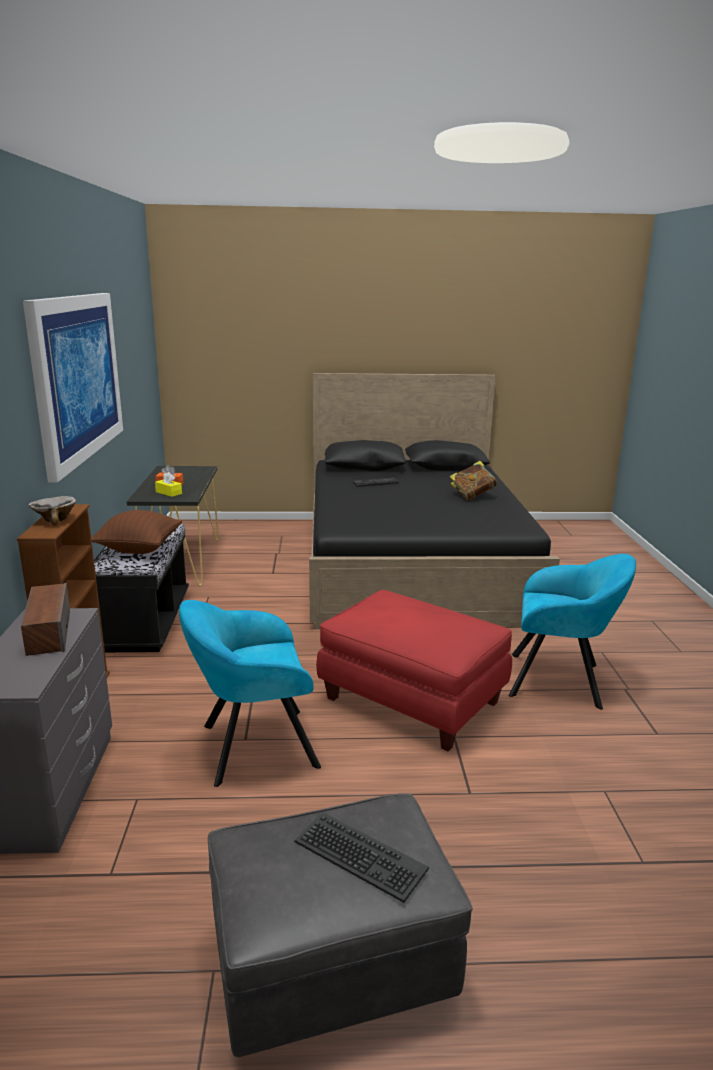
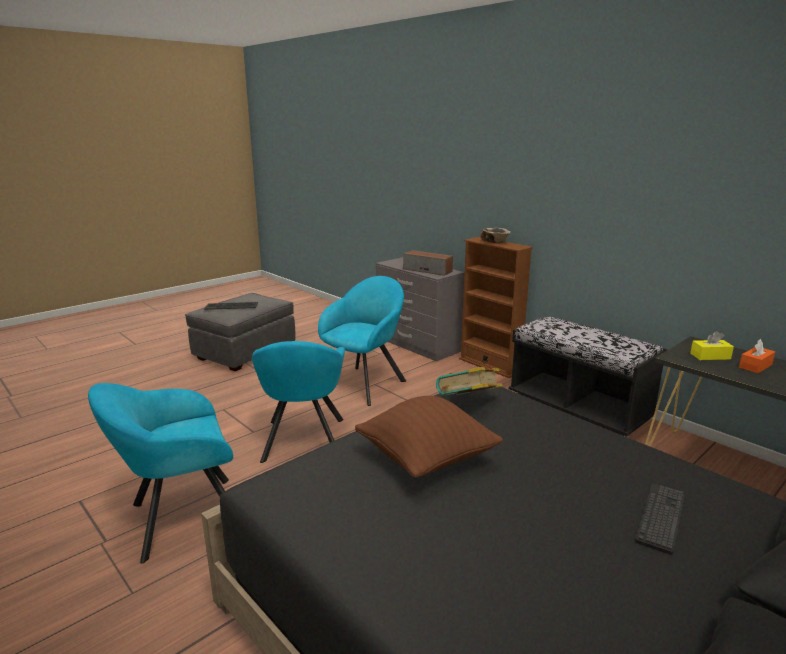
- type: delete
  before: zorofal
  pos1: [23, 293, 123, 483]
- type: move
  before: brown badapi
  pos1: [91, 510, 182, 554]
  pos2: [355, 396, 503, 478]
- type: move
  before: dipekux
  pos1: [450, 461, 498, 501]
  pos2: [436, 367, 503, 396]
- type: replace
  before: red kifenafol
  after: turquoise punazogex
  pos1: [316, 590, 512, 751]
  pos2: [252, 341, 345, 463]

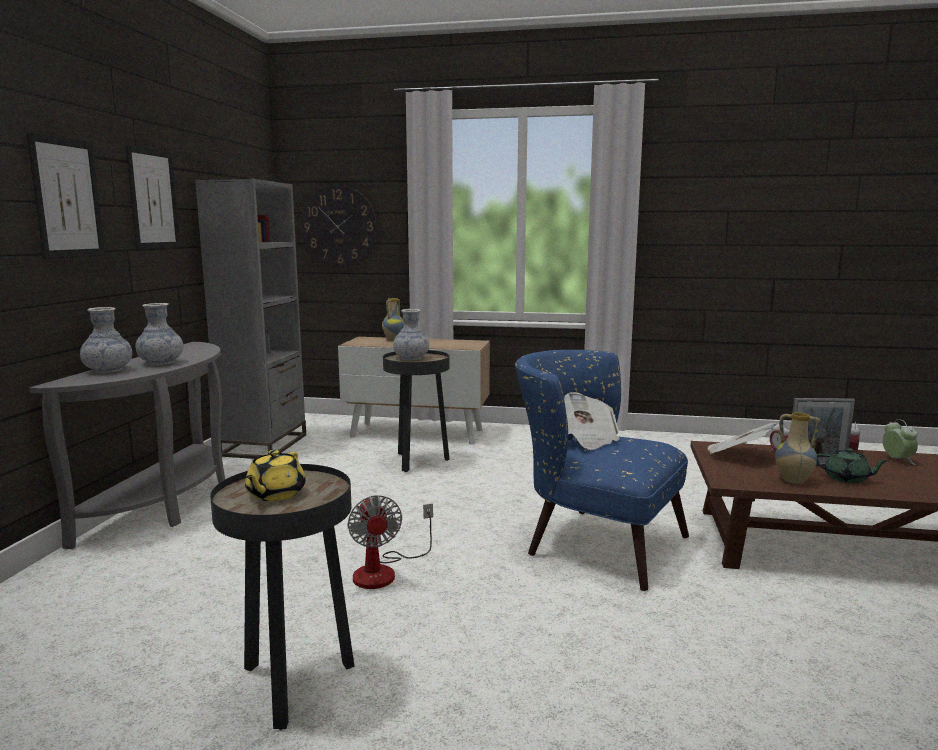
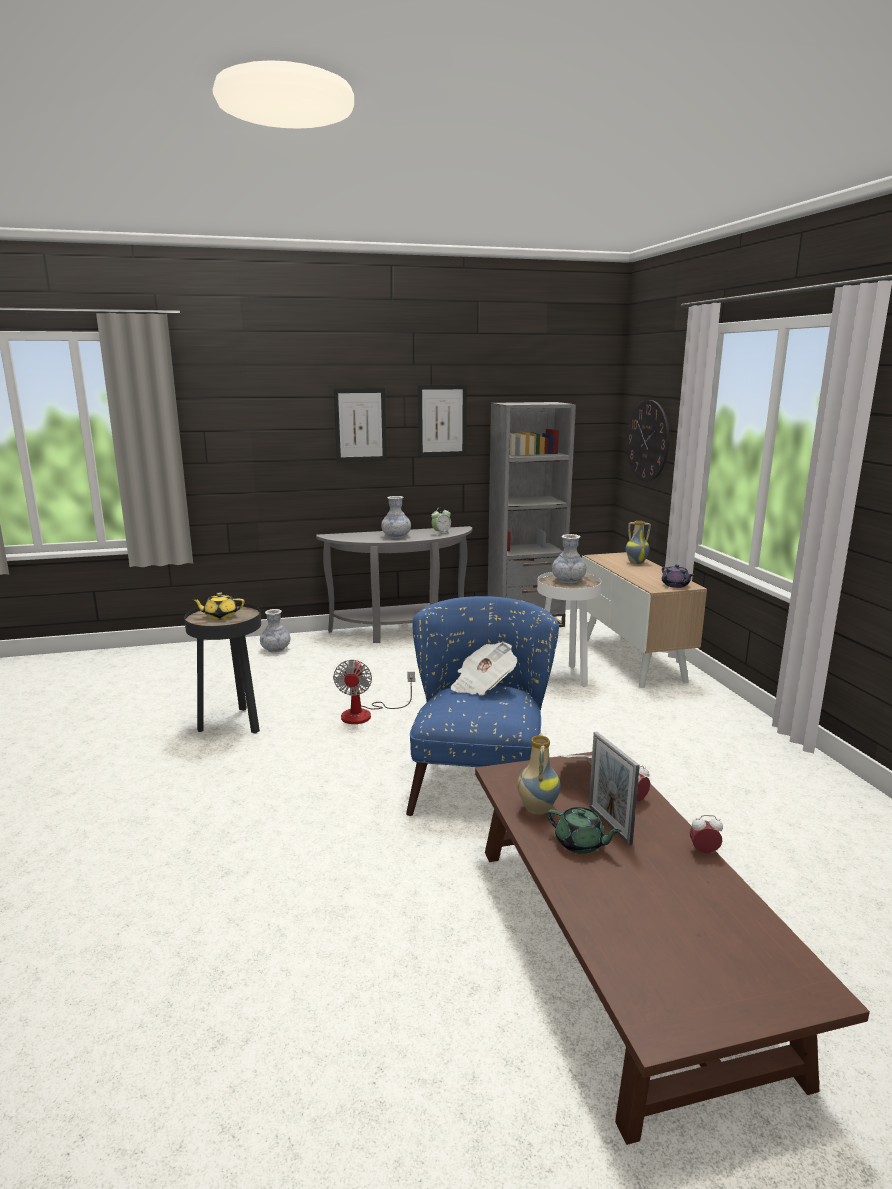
- type: insert
  after: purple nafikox
  pos2: [662, 564, 693, 588]
- type: move
  before: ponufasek
  pos1: [80, 307, 132, 373]
  pos2: [260, 609, 290, 653]
- type: move
  before: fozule
  pos1: [883, 419, 918, 465]
  pos2: [431, 507, 451, 536]
- type: recolor
  before: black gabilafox
  after: white gabilafox
  pos1: [383, 350, 450, 472]
  pos2: [537, 572, 601, 687]
- type: rotate
  before: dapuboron
  pos1: [347, 495, 433, 589]
  pos2: [333, 660, 415, 724]
  turn: -45
- type: rotate
  before: green nafikox
  pos1: [817, 448, 889, 483]
  pos2: [547, 807, 622, 854]
  turn: -60

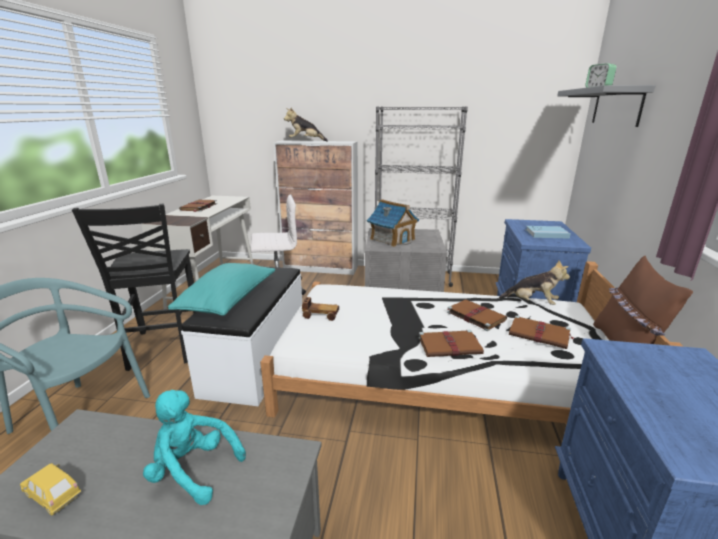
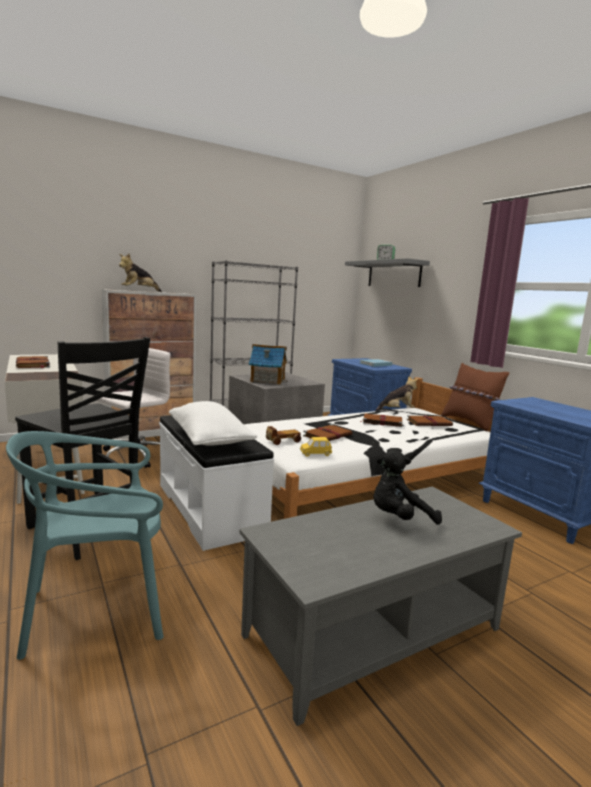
- type: move
  before: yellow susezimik
  pos1: [20, 463, 82, 516]
  pos2: [300, 437, 332, 457]
- type: move
  before: brown dipekux
  pos1: [419, 330, 484, 357]
  pos2: [303, 424, 352, 441]
- type: recolor
  before: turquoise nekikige
  after: black nekikige
  pos1: [143, 390, 246, 505]
  pos2: [373, 449, 442, 524]
- type: recolor
  before: turquoise badapi
  after: white badapi
  pos1: [168, 263, 275, 316]
  pos2: [169, 401, 258, 446]

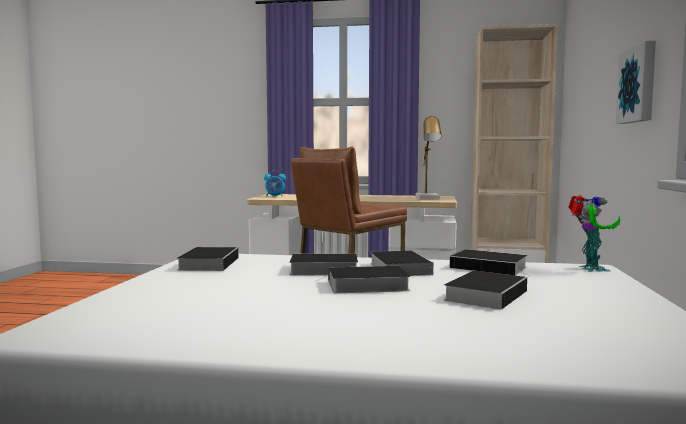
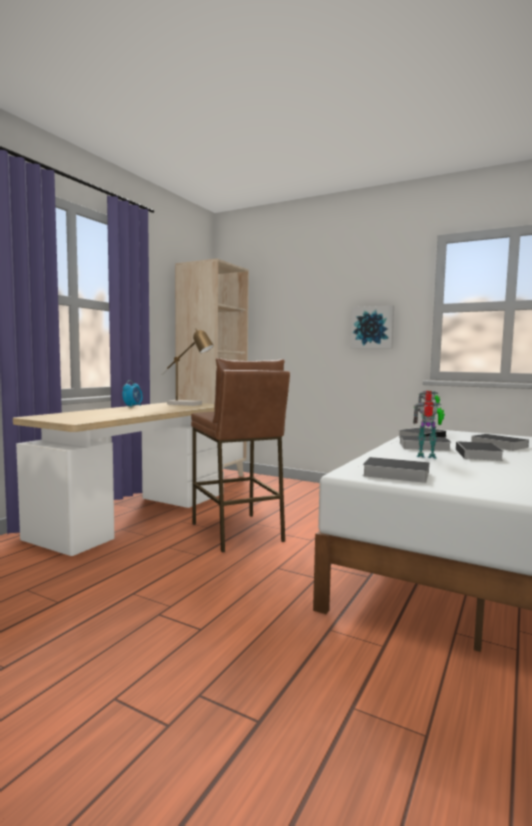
- type: move
  before: fozule
  pos1: [264, 170, 286, 197]
  pos2: [122, 380, 143, 407]
- type: replace
  before: dipekux
  after: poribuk
  pos1: [289, 254, 358, 275]
  pos2: [413, 401, 445, 459]

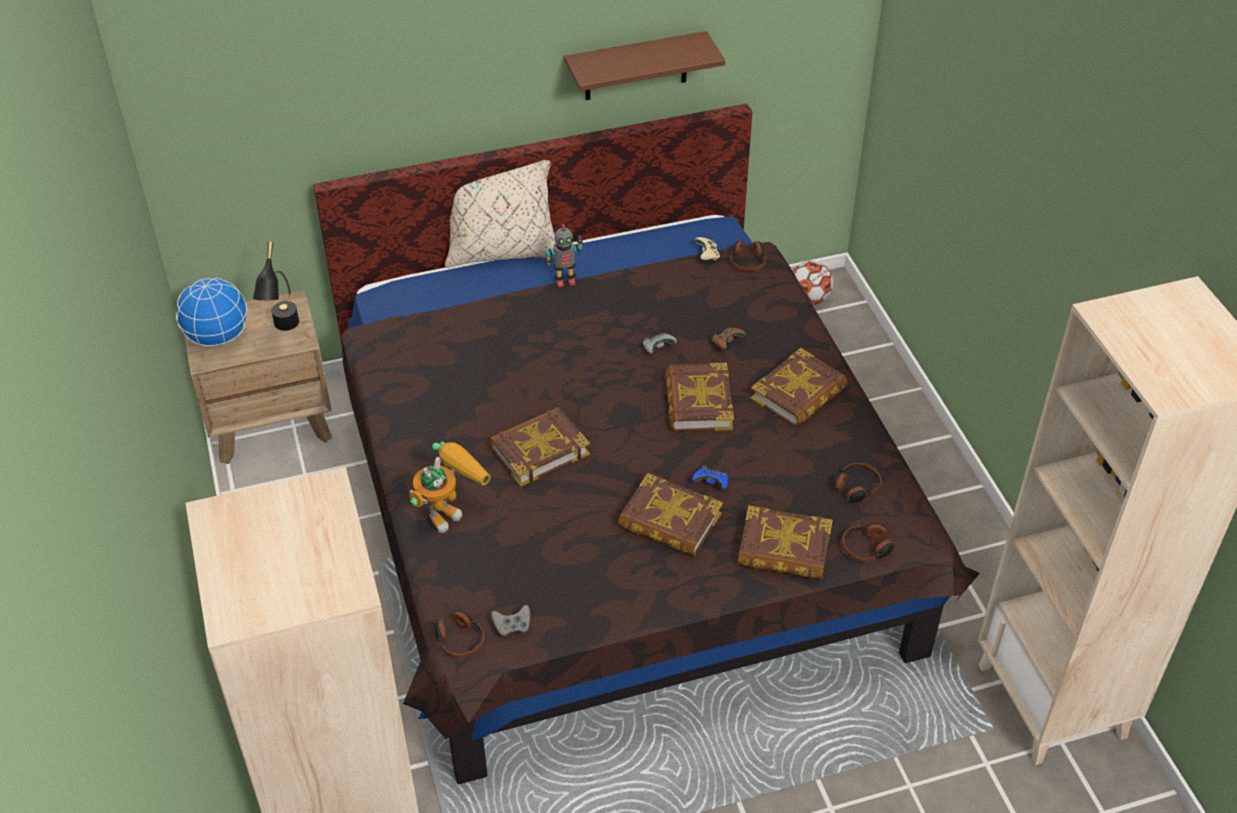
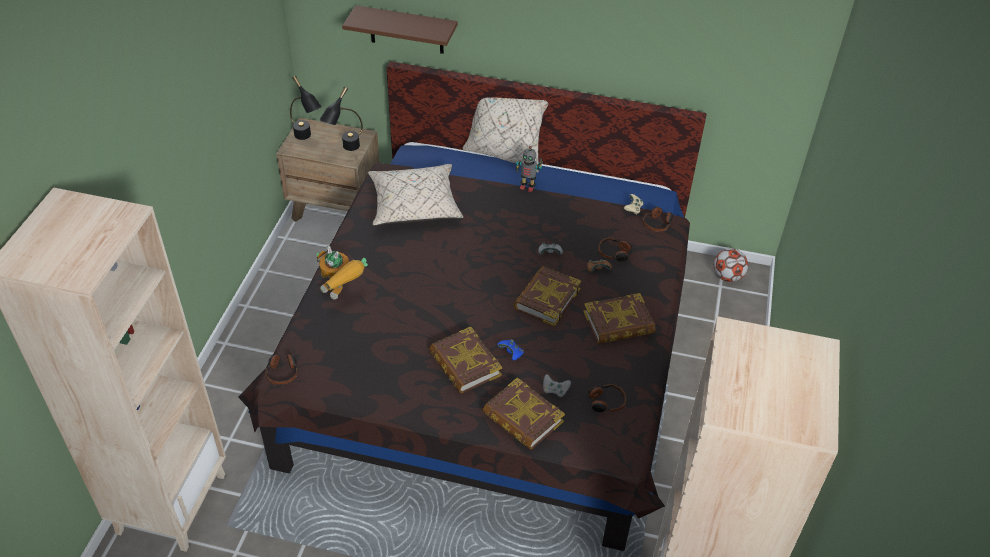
- type: delete
  before: dipekux
  pos1: [488, 407, 590, 487]
- type: insert
  after: beige badapi
  pos2: [368, 164, 463, 226]
- type: move
  before: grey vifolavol
  pos1: [491, 605, 530, 636]
  pos2: [543, 374, 571, 397]
- type: move
  before: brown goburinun
  pos1: [564, 31, 725, 100]
  pos2: [342, 5, 458, 54]
- type: move
  before: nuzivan
  pos1: [842, 523, 897, 561]
  pos2: [598, 238, 633, 262]
- type: replace
  before: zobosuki
  after: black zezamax
  pos1: [176, 278, 247, 347]
  pos2: [290, 76, 322, 140]
- type: rotate
  before: poribuk
  pos1: [409, 441, 491, 533]
  pos2: [316, 245, 368, 300]
  turn: 60

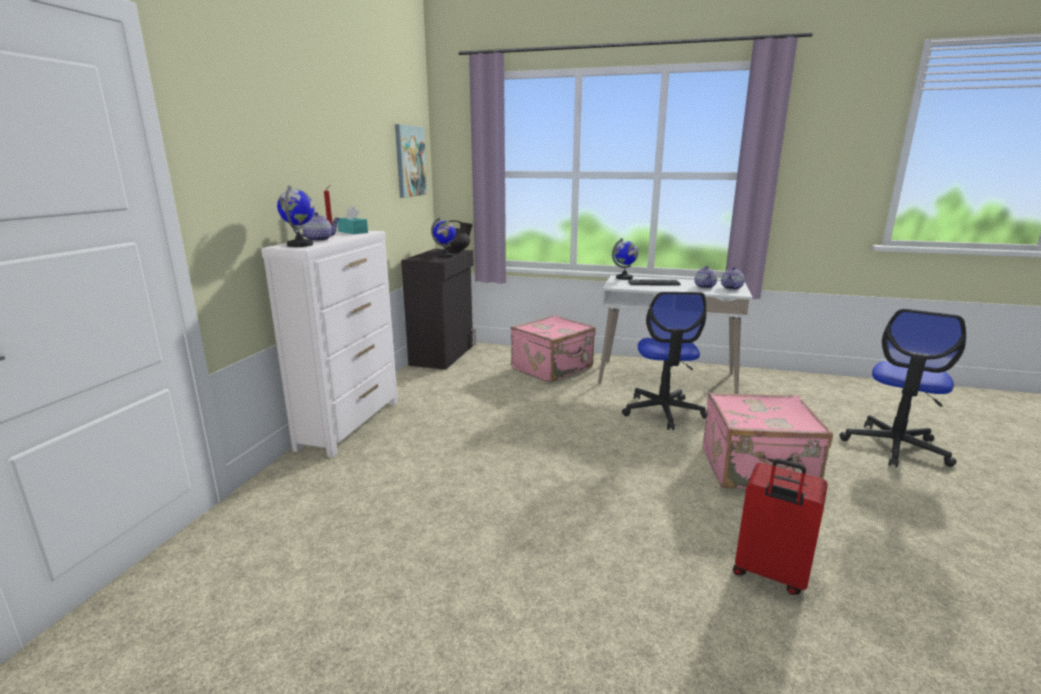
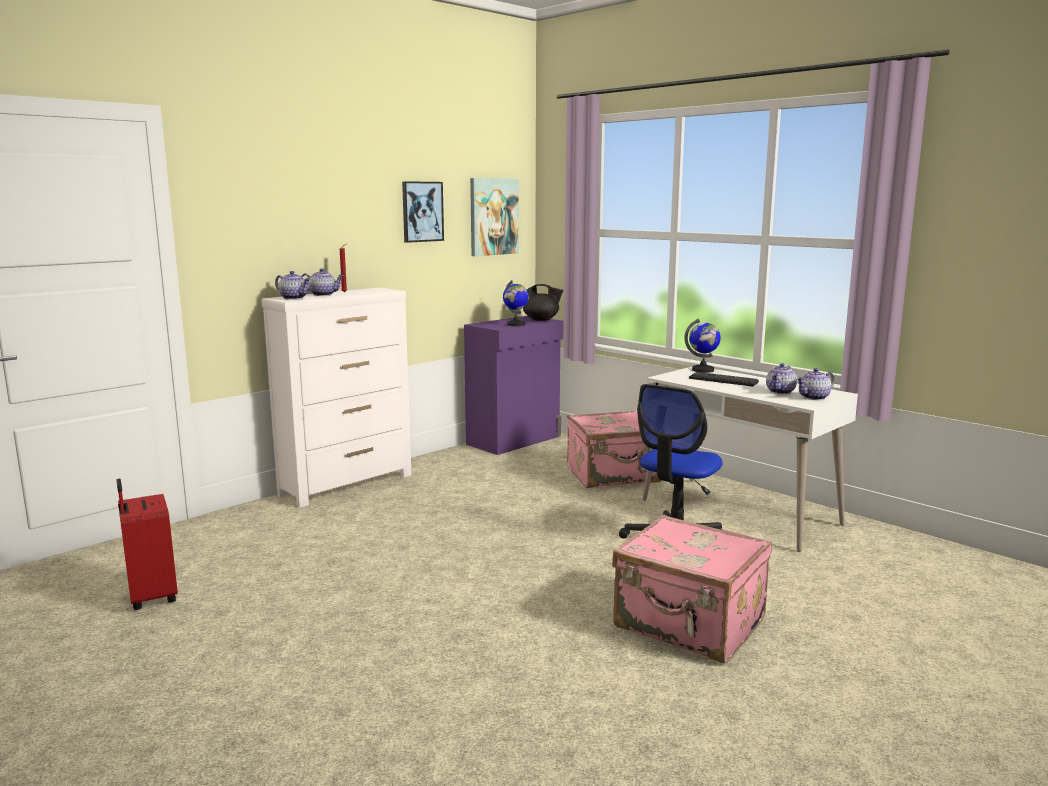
- type: delete
  before: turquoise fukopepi
  pos1: [337, 206, 368, 234]
- type: delete
  before: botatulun
  pos1: [840, 309, 966, 468]
- type: insert
  after: zorofal
  pos2: [402, 181, 444, 243]
- type: move
  before: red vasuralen
  pos1: [733, 459, 828, 595]
  pos2: [116, 479, 178, 610]
- type: replace
  before: zobosuki
  after: nafikox
  pos1: [277, 185, 315, 247]
  pos2: [275, 271, 310, 300]
- type: recolor
  before: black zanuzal
  after: purple zanuzal
  pos1: [401, 249, 476, 370]
  pos2: [464, 316, 563, 455]

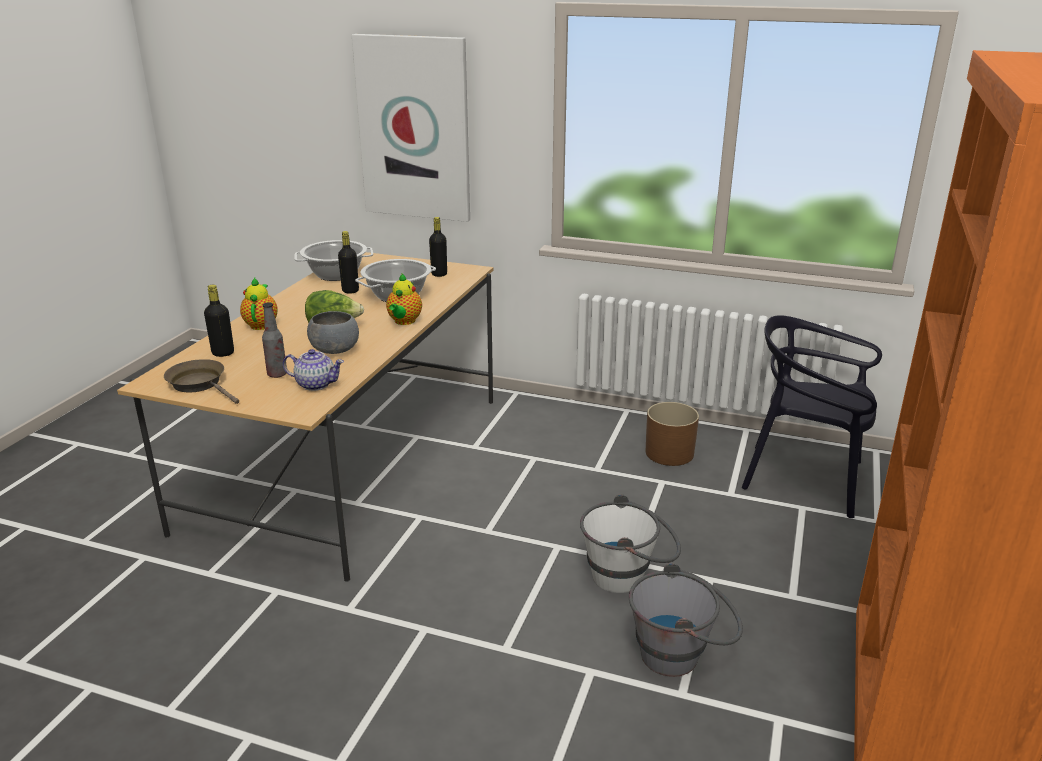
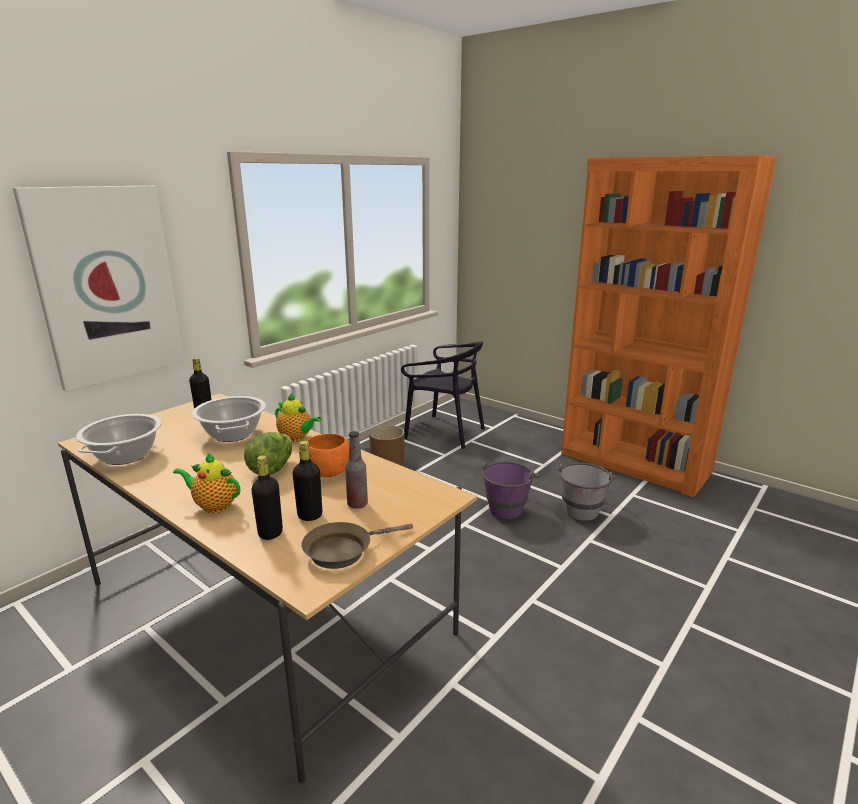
- type: delete
  before: nafikox
  pos1: [283, 349, 344, 391]
- type: move
  before: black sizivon
  pos1: [338, 231, 359, 294]
  pos2: [292, 441, 322, 521]
- type: recolor
  before: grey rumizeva
  after: orange rumizeva
  pos1: [307, 311, 359, 354]
  pos2: [307, 434, 349, 477]
- type: recolor
  before: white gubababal
  after: purple gubababal
  pos1: [580, 494, 681, 593]
  pos2: [482, 461, 540, 519]
- type: rotate
  before: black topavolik
  pos1: [742, 315, 882, 518]
  pos2: [401, 341, 485, 449]
  turn: -105

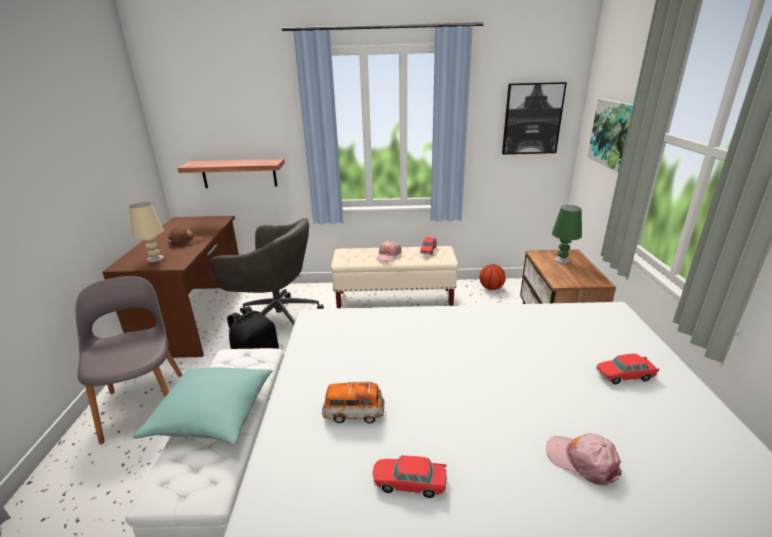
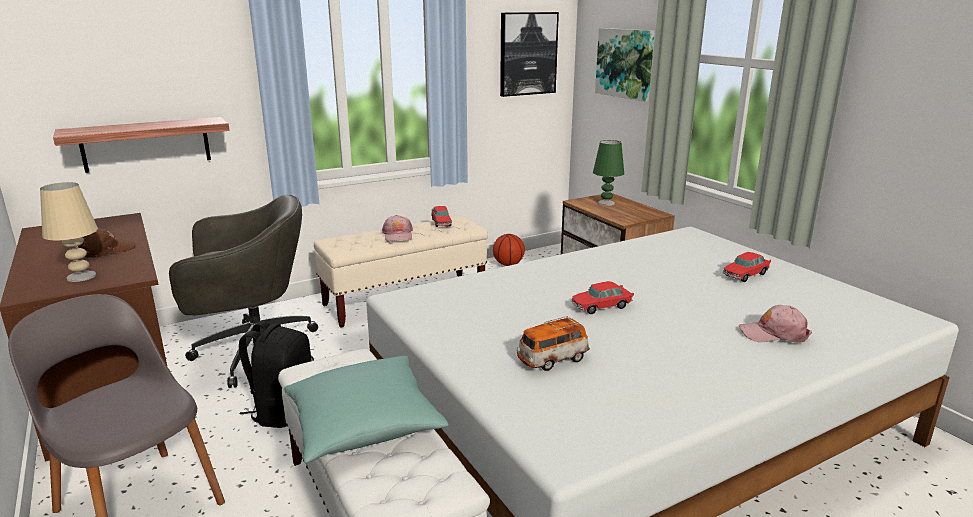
- type: move
  before: susezimik
  pos1: [372, 455, 447, 498]
  pos2: [572, 281, 634, 314]

